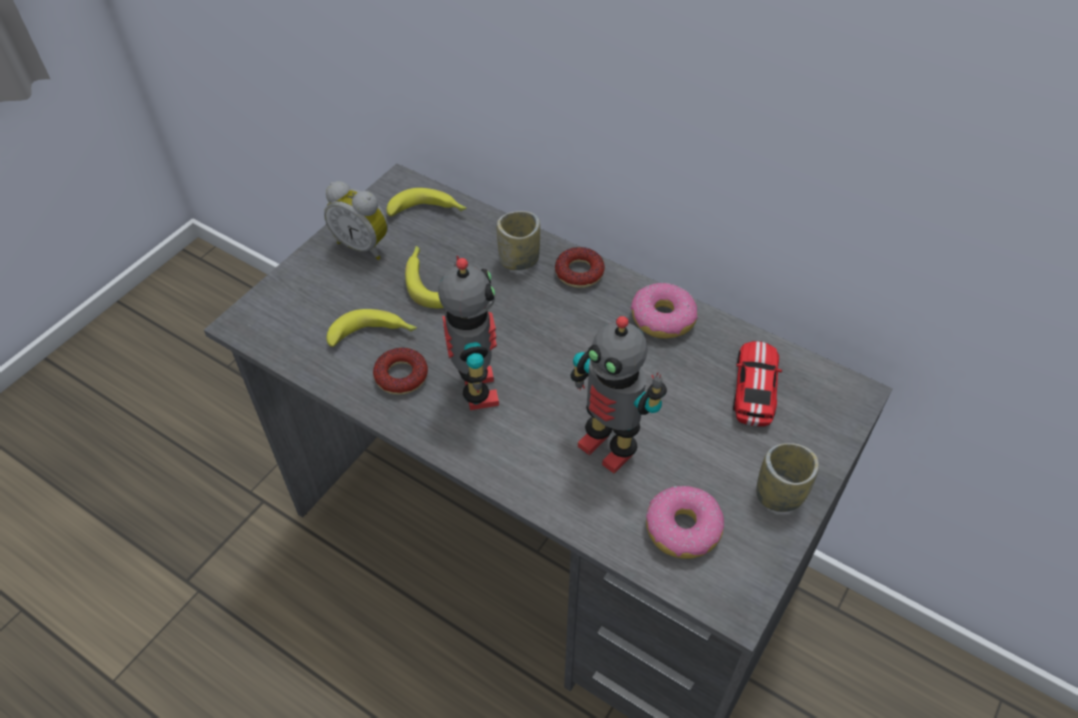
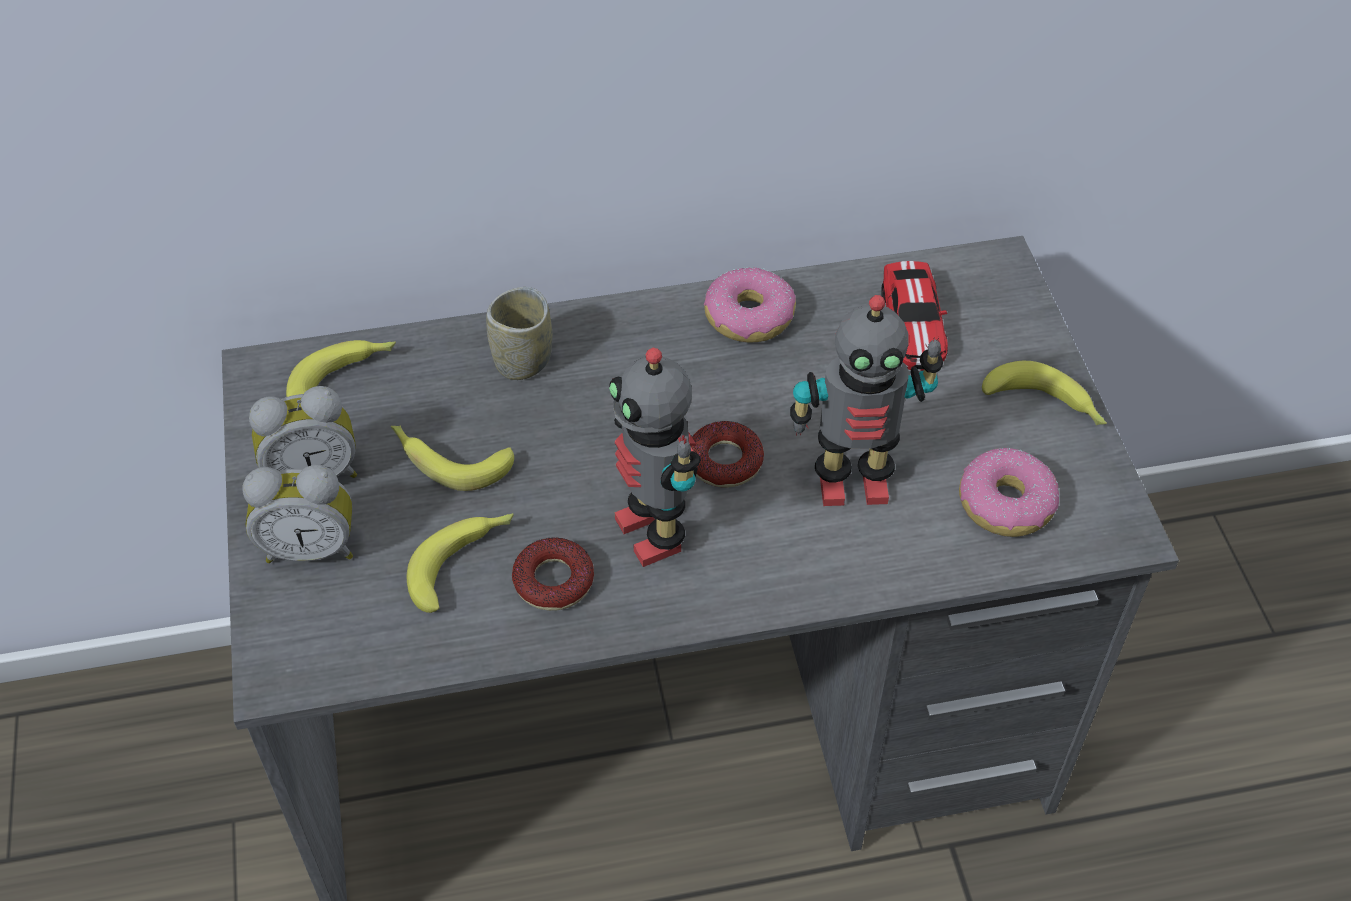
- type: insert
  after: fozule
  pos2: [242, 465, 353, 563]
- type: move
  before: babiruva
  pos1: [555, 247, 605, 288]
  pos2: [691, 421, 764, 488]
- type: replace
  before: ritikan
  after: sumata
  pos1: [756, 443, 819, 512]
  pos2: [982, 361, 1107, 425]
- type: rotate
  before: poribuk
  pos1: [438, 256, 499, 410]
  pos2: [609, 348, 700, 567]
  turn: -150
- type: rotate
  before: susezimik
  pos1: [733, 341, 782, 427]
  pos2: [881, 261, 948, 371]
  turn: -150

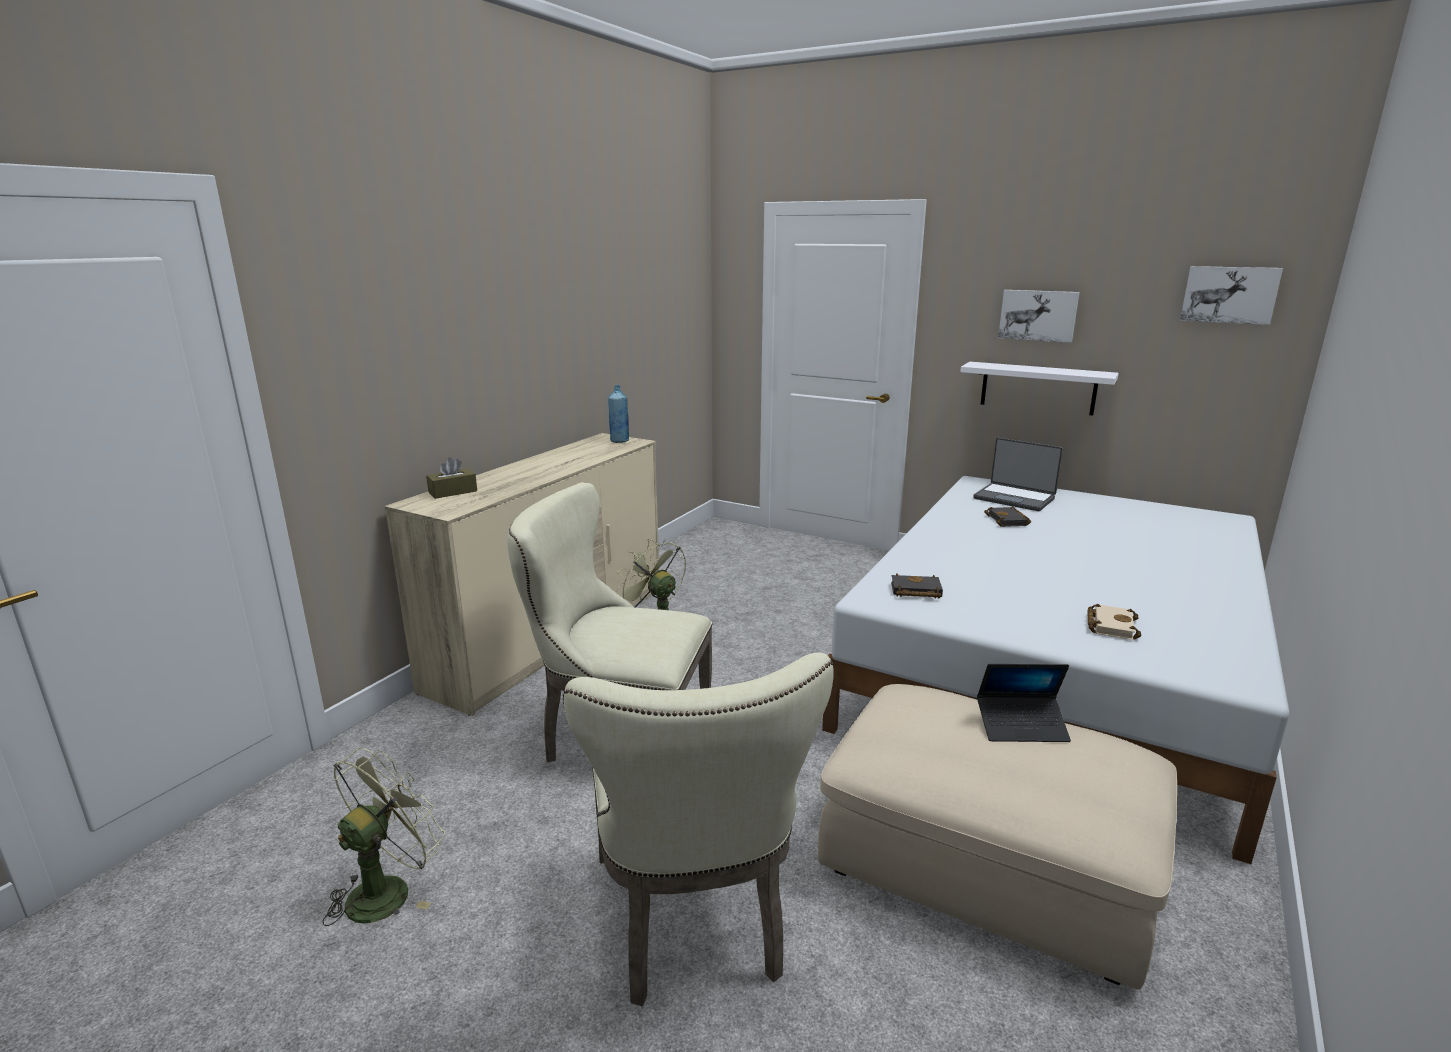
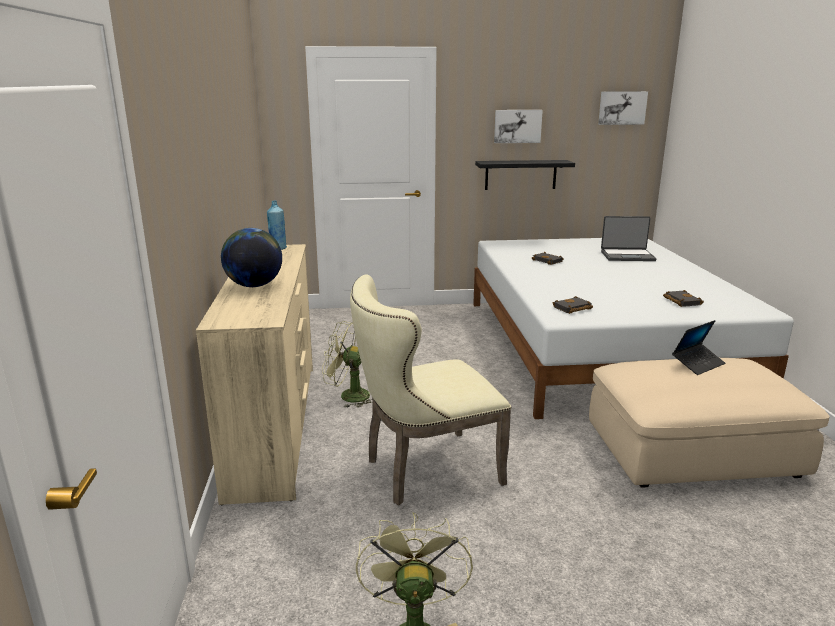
- type: delete
  before: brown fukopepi
  pos1: [426, 457, 477, 499]
- type: delete
  before: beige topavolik
  pos1: [563, 652, 834, 1006]
- type: insert
  after: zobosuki
  pos2: [221, 228, 282, 287]
- type: move
  before: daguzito
  pos1: [973, 438, 1063, 511]
  pos2: [601, 216, 656, 261]
- type: recolor
  before: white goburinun
  after: black goburinun
  pos1: [960, 362, 1119, 415]
  pos2: [475, 160, 575, 190]
- type: recolor
  before: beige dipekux
  after: black dipekux
  pos1: [1087, 604, 1141, 640]
  pos2: [663, 290, 704, 307]

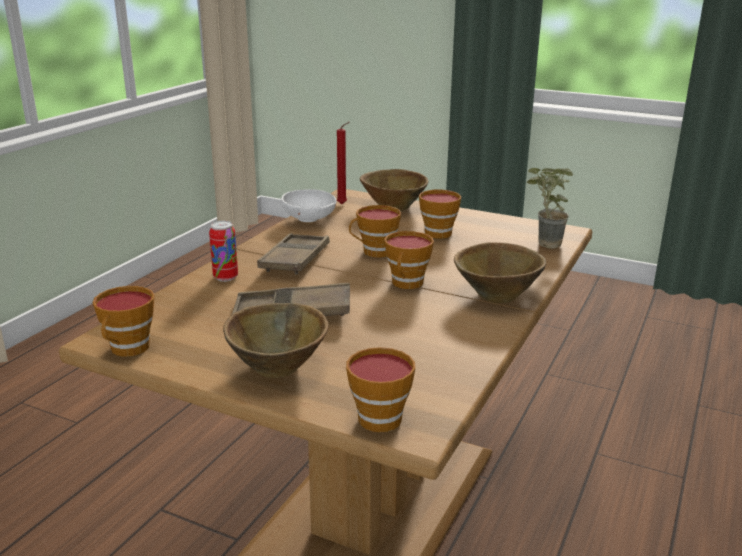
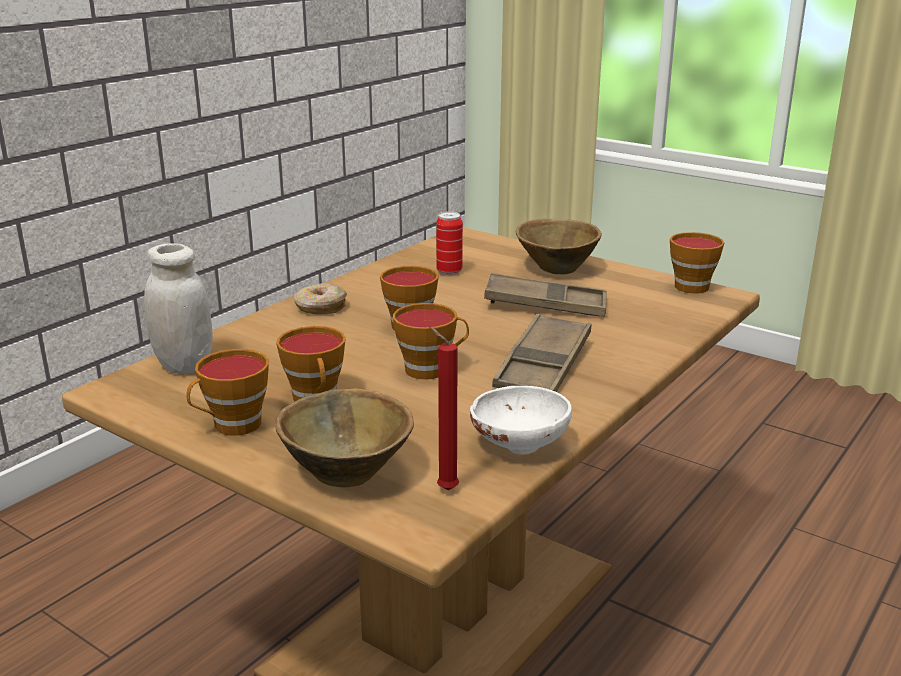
- type: move
  before: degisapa
  pos1: [209, 221, 238, 282]
  pos2: [436, 211, 463, 275]
- type: move
  before: ritikan
  pos1: [346, 347, 415, 432]
  pos2: [186, 349, 269, 436]
- type: replace
  before: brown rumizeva
  after: babiruva
  pos1: [454, 242, 546, 303]
  pos2: [294, 283, 347, 315]
- type: replace
  before: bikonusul
  after: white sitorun
  pos1: [527, 168, 573, 249]
  pos2: [144, 243, 213, 374]

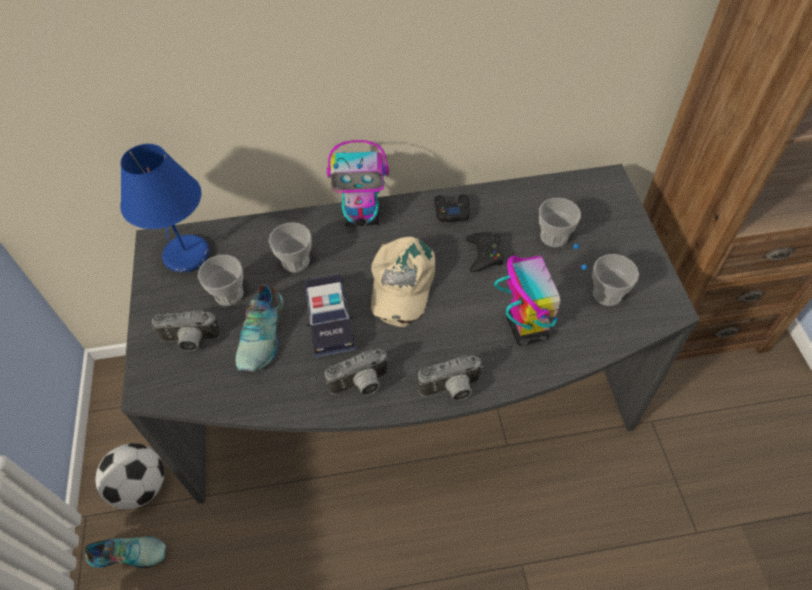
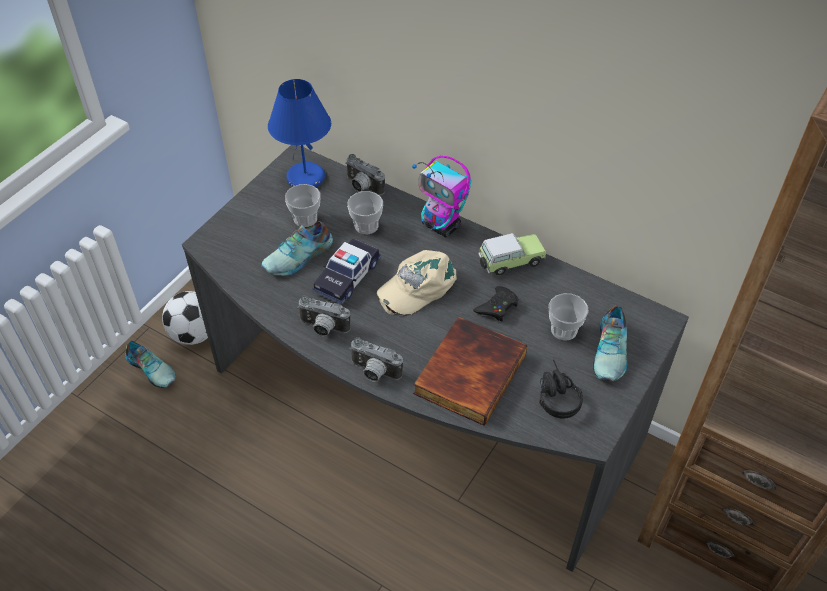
- type: insert
  after: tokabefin
  pos2: [593, 306, 627, 381]
- type: move
  before: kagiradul
  pos1: [152, 310, 221, 352]
  pos2: [345, 154, 385, 195]
- type: replace
  before: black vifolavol
  after: susezimik
  pos1: [434, 194, 470, 222]
  pos2: [478, 233, 546, 276]
- type: replace
  before: poribuk
  after: dipekux
  pos1: [494, 243, 588, 346]
  pos2: [413, 317, 527, 426]
- type: replace
  before: ritikan
  after: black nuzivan
  pos1: [592, 254, 639, 306]
  pos2: [539, 360, 583, 419]

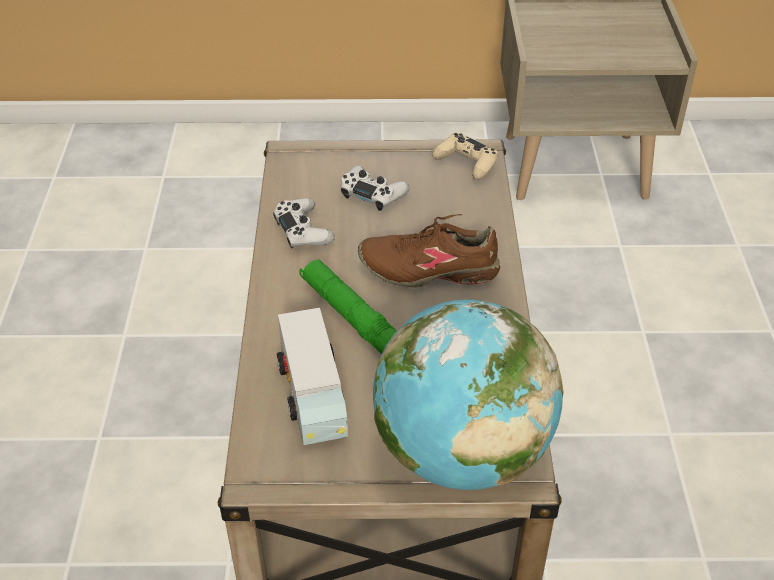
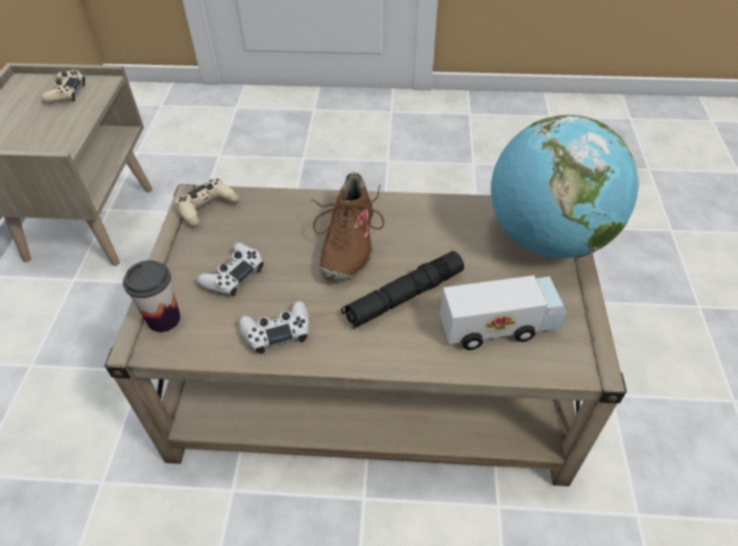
- type: insert
  after: beige vifolavol
  pos2: [40, 70, 85, 104]
- type: insert
  after: ritikan
  pos2: [123, 260, 180, 332]
- type: recolor
  before: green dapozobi
  after: black dapozobi
  pos1: [299, 259, 397, 354]
  pos2: [341, 251, 464, 329]

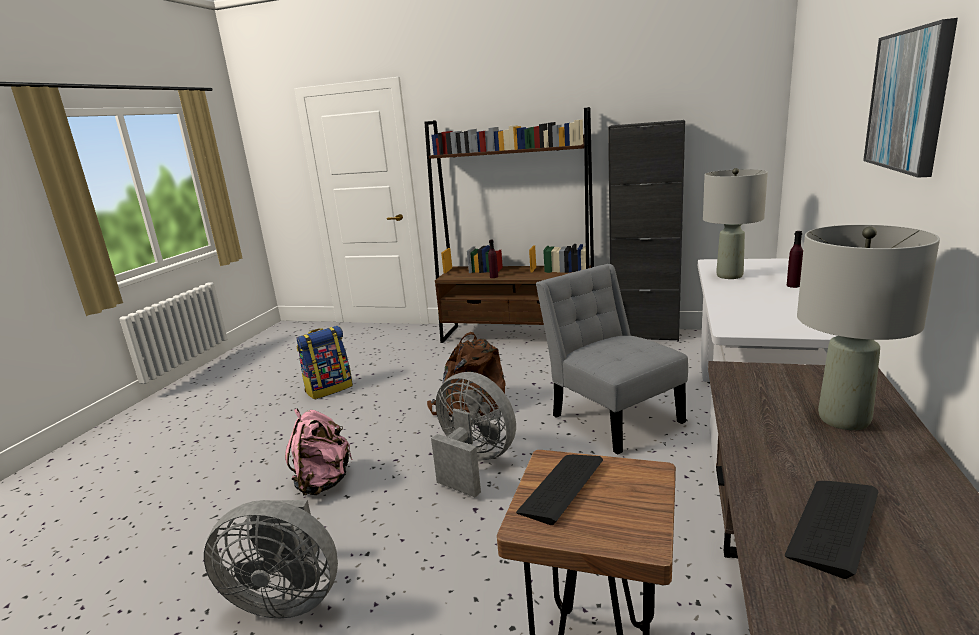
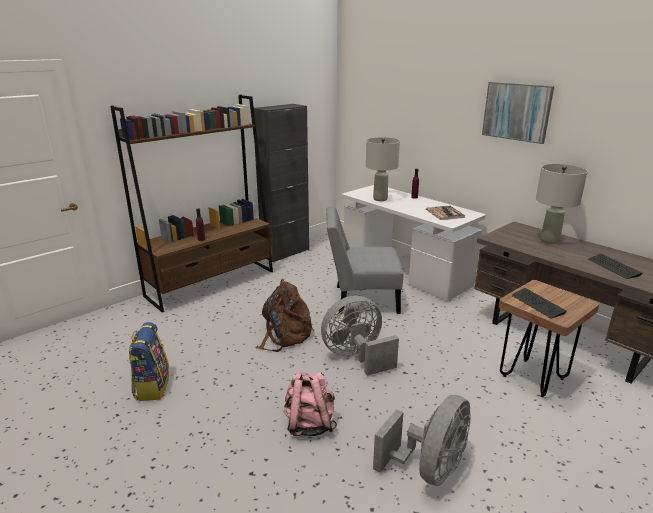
- type: insert
  after: dipekux
  pos2: [426, 206, 466, 220]

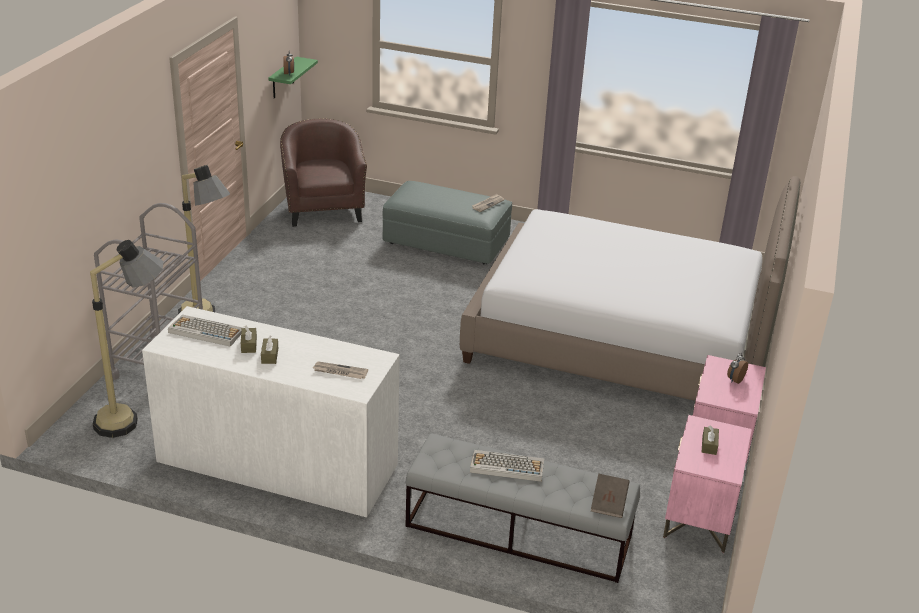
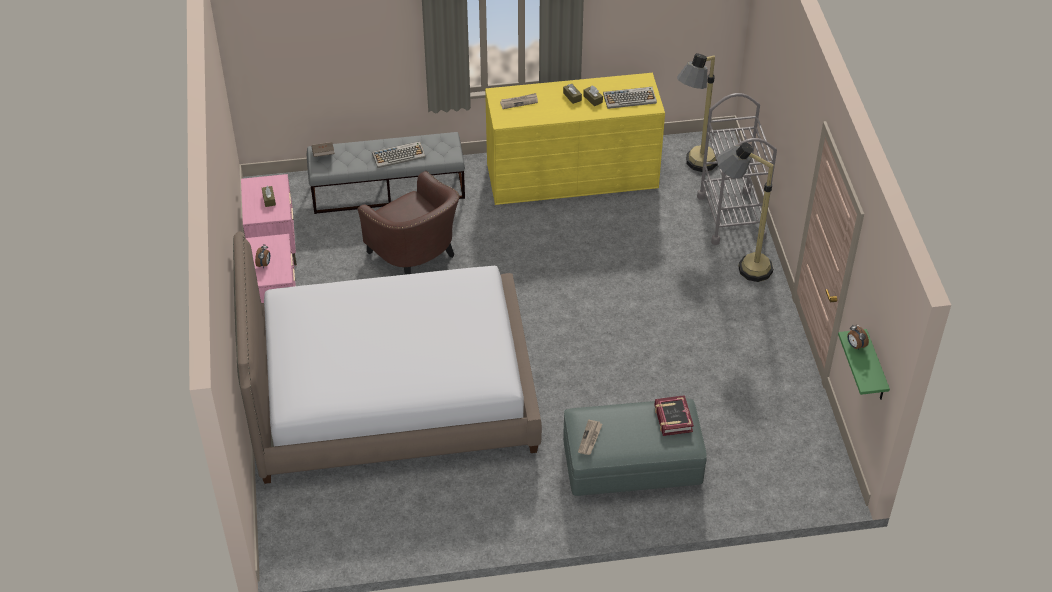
- type: insert
  after: dipekux
  pos2: [654, 395, 694, 436]
- type: move
  before: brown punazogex
  pos1: [280, 118, 367, 227]
  pos2: [358, 171, 459, 275]
- type: recolor
  before: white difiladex
  after: yellow difiladex
  pos1: [142, 306, 400, 518]
  pos2: [485, 73, 665, 205]

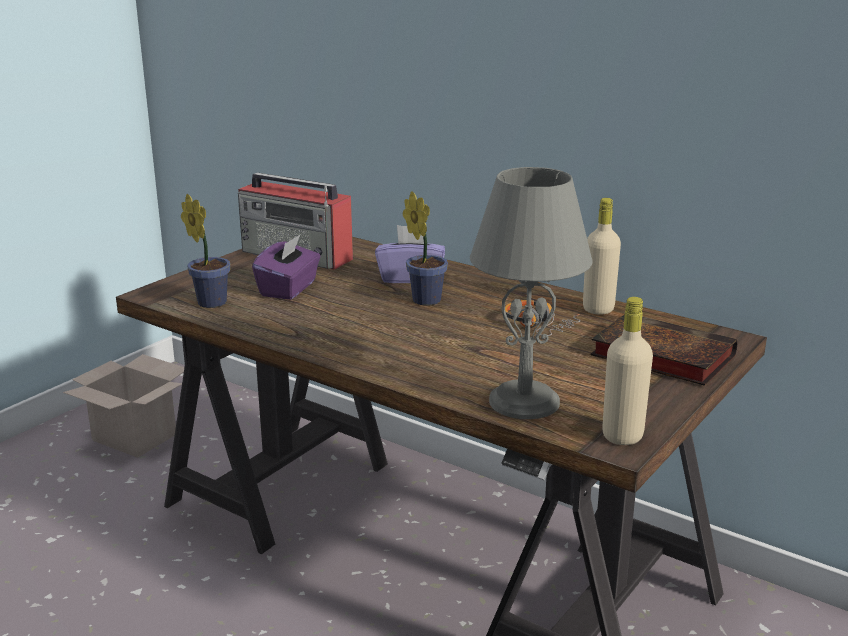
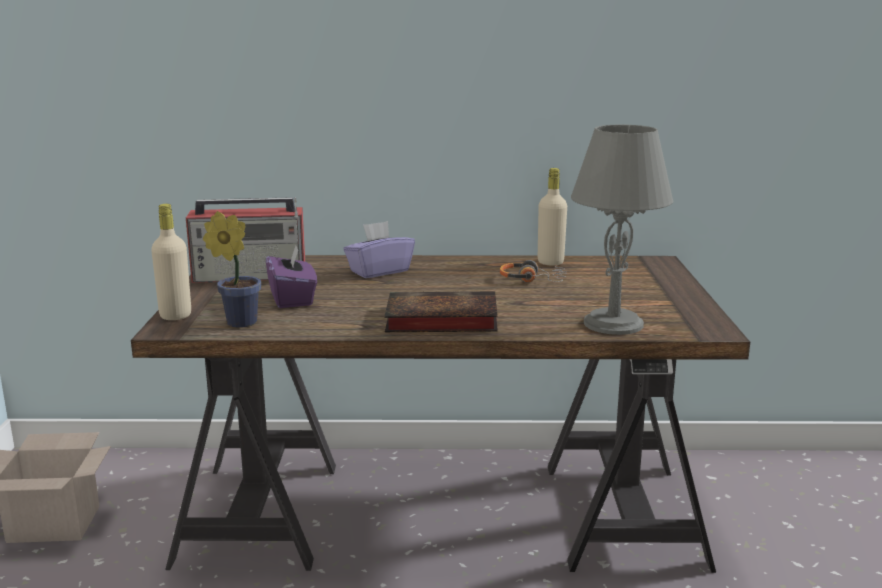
- type: delete
  before: bikonusul
  pos1: [403, 191, 448, 306]
- type: move
  before: dipekux
  pos1: [591, 314, 738, 386]
  pos2: [384, 291, 498, 332]
- type: move
  before: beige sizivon
  pos1: [602, 297, 653, 445]
  pos2: [151, 204, 191, 320]

